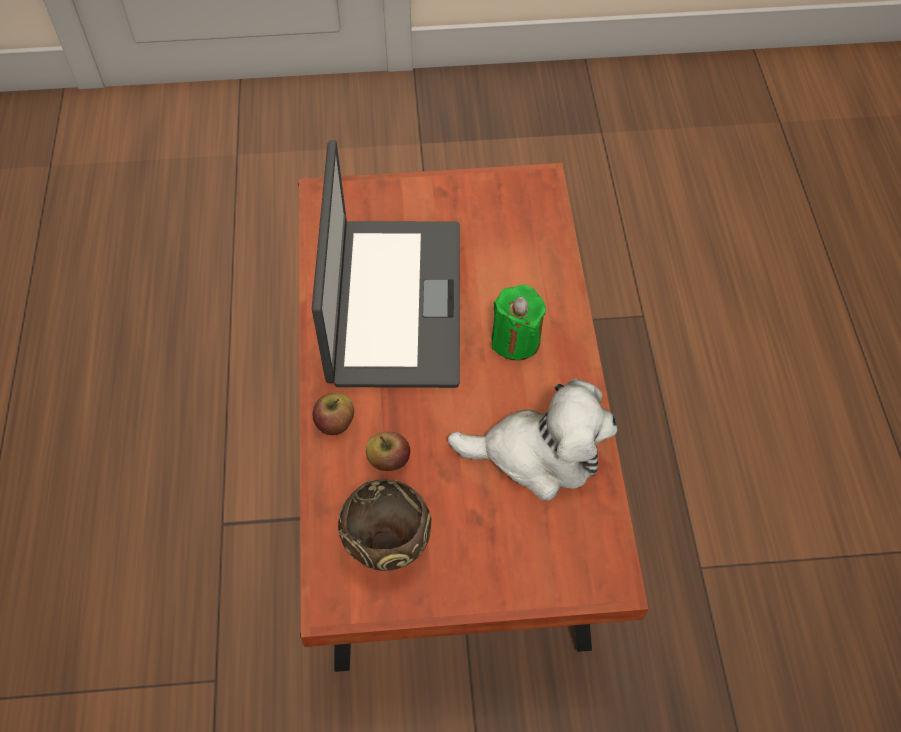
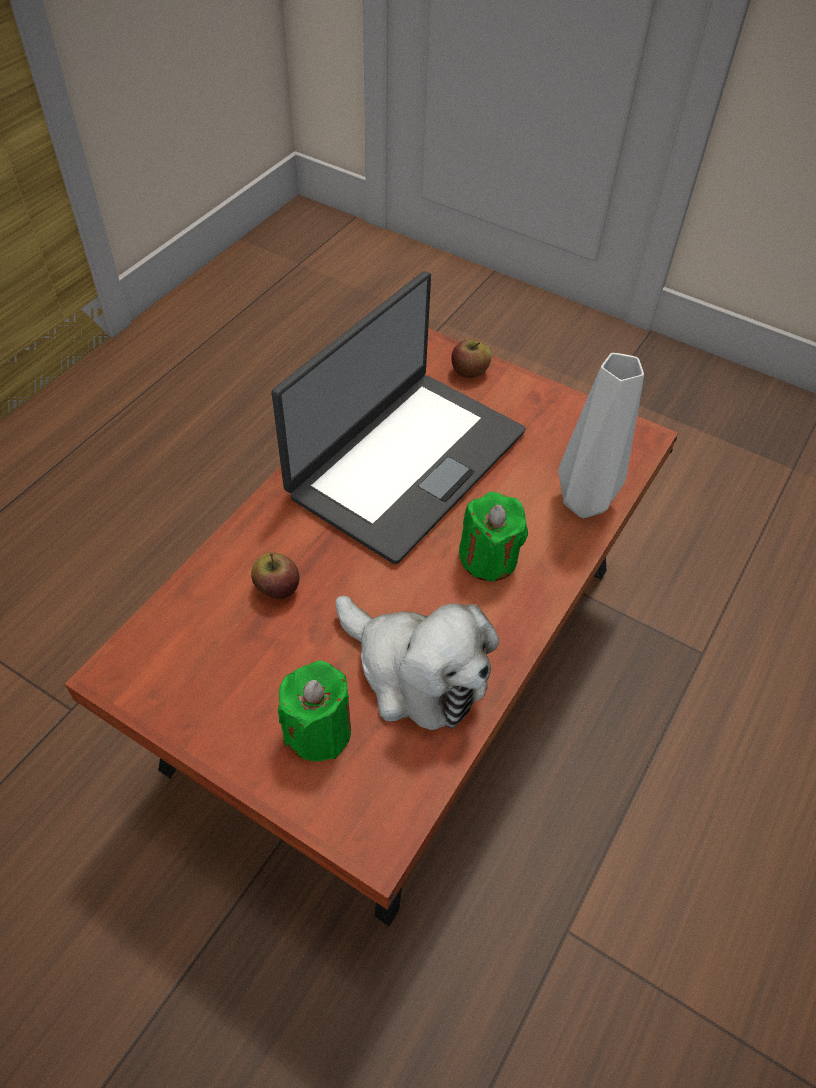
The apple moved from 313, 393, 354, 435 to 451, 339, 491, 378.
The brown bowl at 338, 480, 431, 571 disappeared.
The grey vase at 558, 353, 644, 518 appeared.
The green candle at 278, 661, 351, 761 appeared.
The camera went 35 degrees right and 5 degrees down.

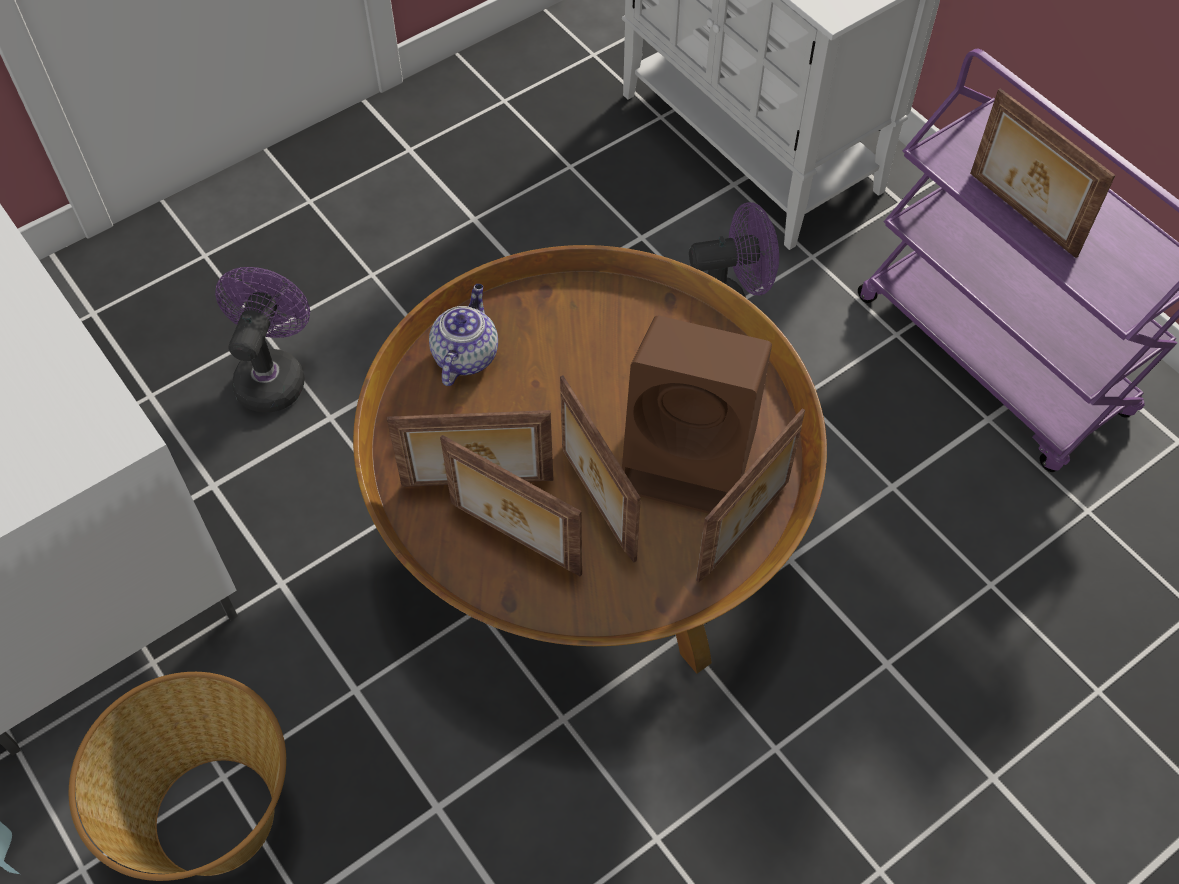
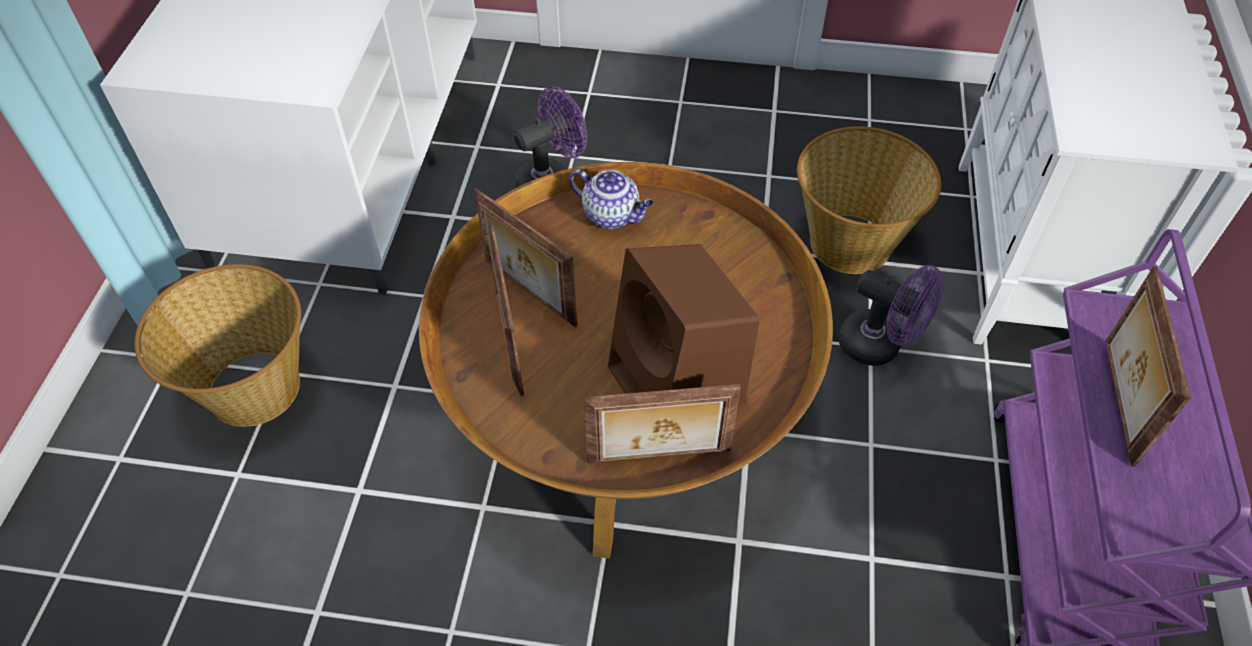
The teapot at 429, 284, 498, 386 turned 60 degrees clockwise.
The picture frame at 560, 375, 641, 562 disappeared.
The basket at 797, 126, 941, 274 appeared.
The camera went 45 degrees right and 5 degrees down.

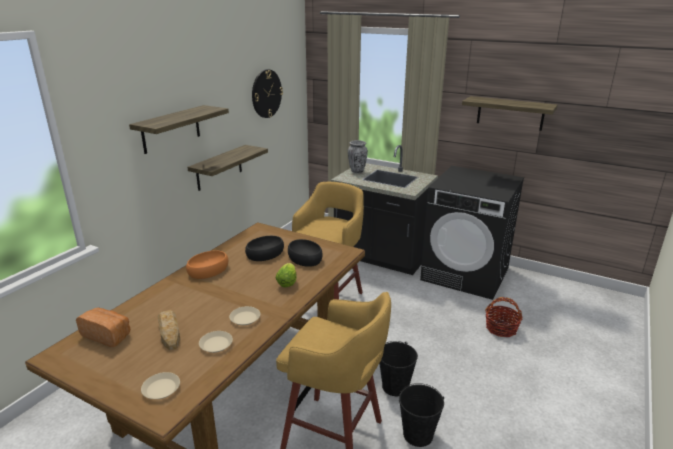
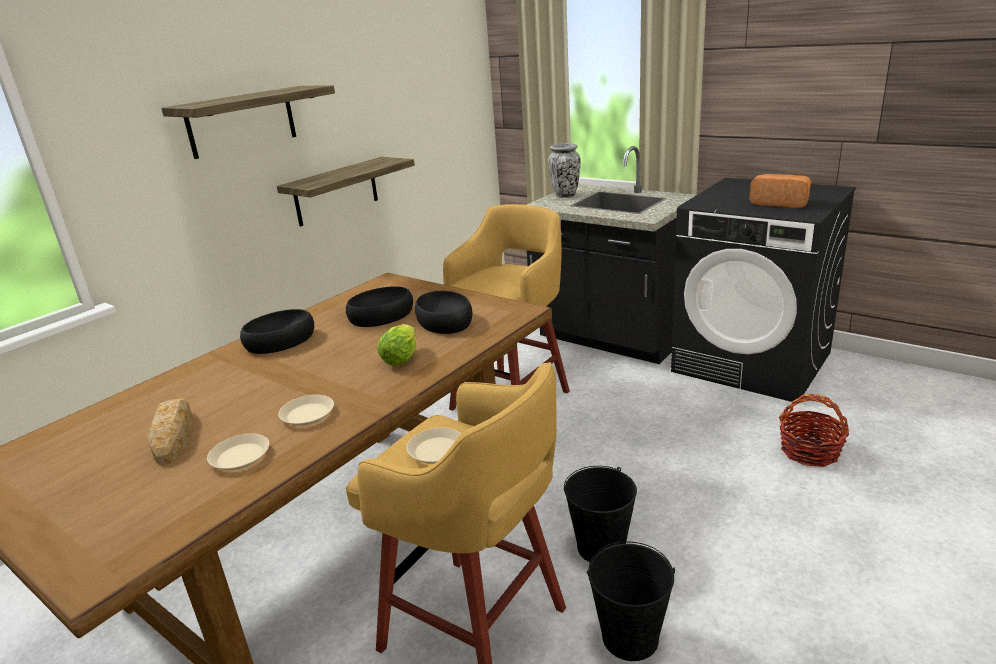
The wall clock at 252, 69, 283, 118 disappeared.
The shelf at 462, 96, 558, 131 disappeared.
The orange bowl at 186, 251, 228, 279 became the black bowl at 240, 309, 314, 354.
The bread moved from 76, 307, 131, 347 to 749, 174, 811, 208.
The beige plate moved from 141, 372, 180, 399 to 407, 428, 461, 464.
The camera went 10 degrees right and 0 degrees up.

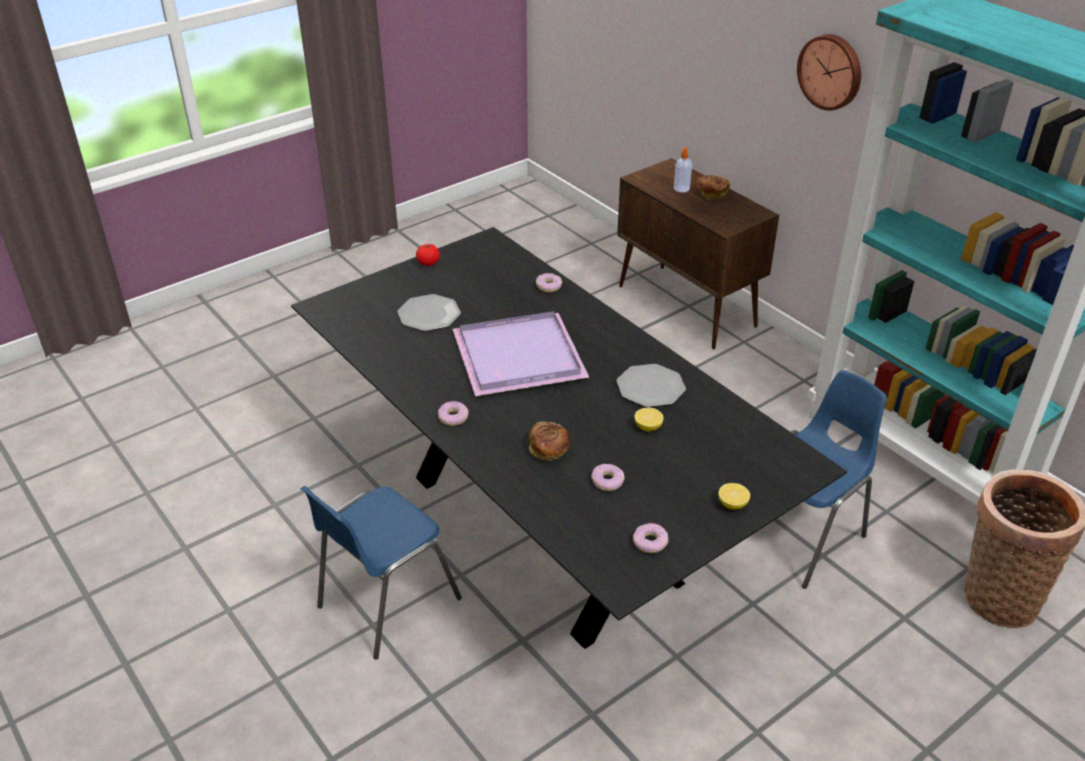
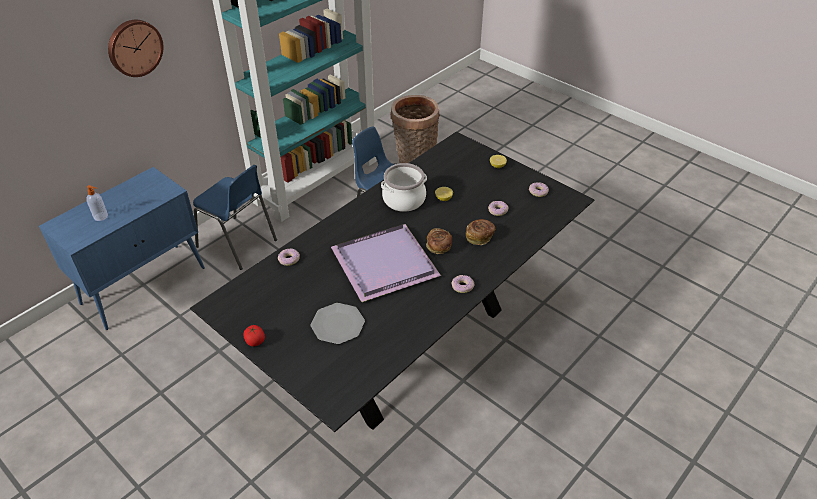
The brown cabinet at 617, 158, 779, 349 became the blue cabinet at 39, 167, 205, 330.
The bread moved from 696, 175, 730, 200 to 426, 228, 452, 254.
The plate at 617, 364, 686, 407 was replaced by the cooking pot at 381, 163, 427, 212.
The blue chair moved from 301, 486, 462, 659 to 193, 165, 277, 270.
The camera went 100 degrees left and 5 degrees up.

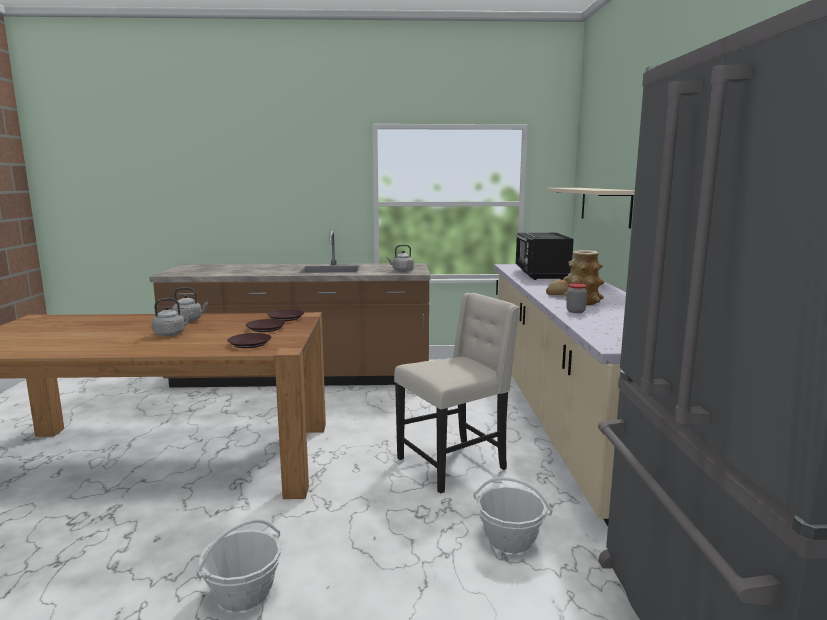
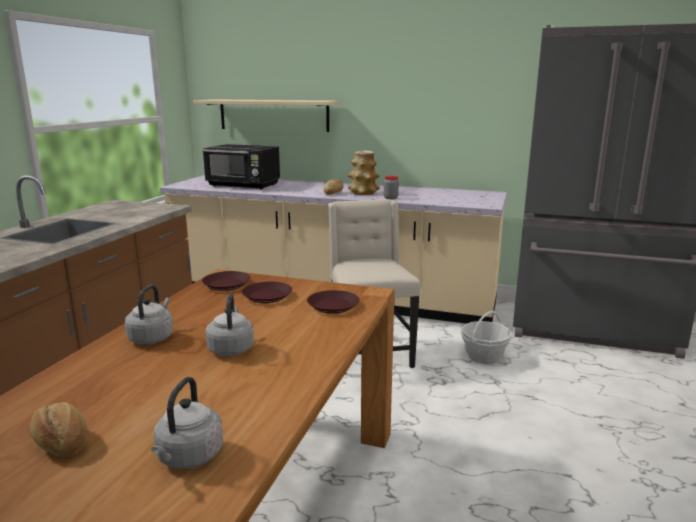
The grey kettle moved from 386, 245, 414, 272 to 151, 377, 223, 469.
The basket at 196, 519, 281, 611 disappeared.
The bread at 30, 402, 87, 457 appeared.
The camera went 70 degrees left and 5 degrees up.

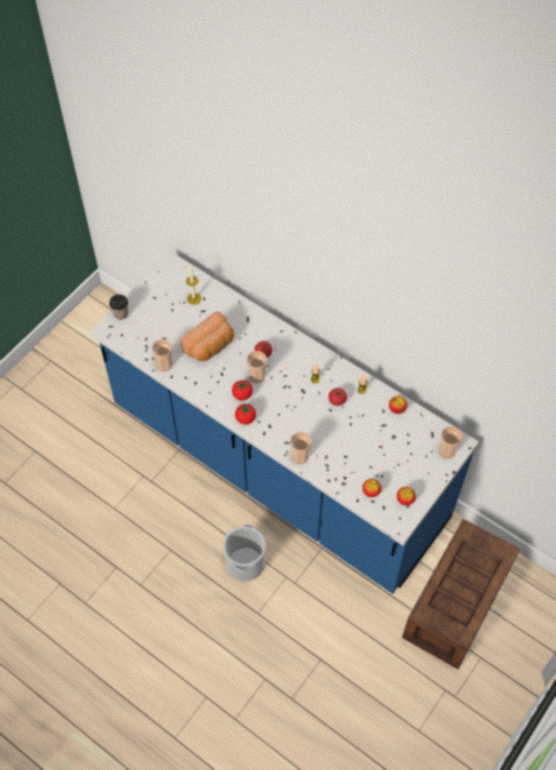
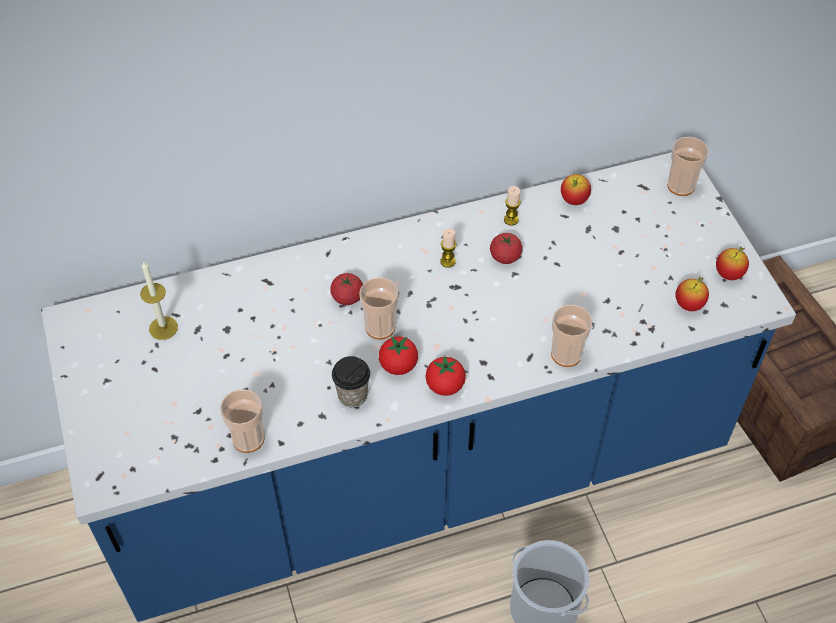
The cup moved from 109, 294, 128, 320 to 332, 356, 370, 407.
The bread at 181, 311, 234, 361 disappeared.
The camera went 55 degrees left and 5 degrees down.

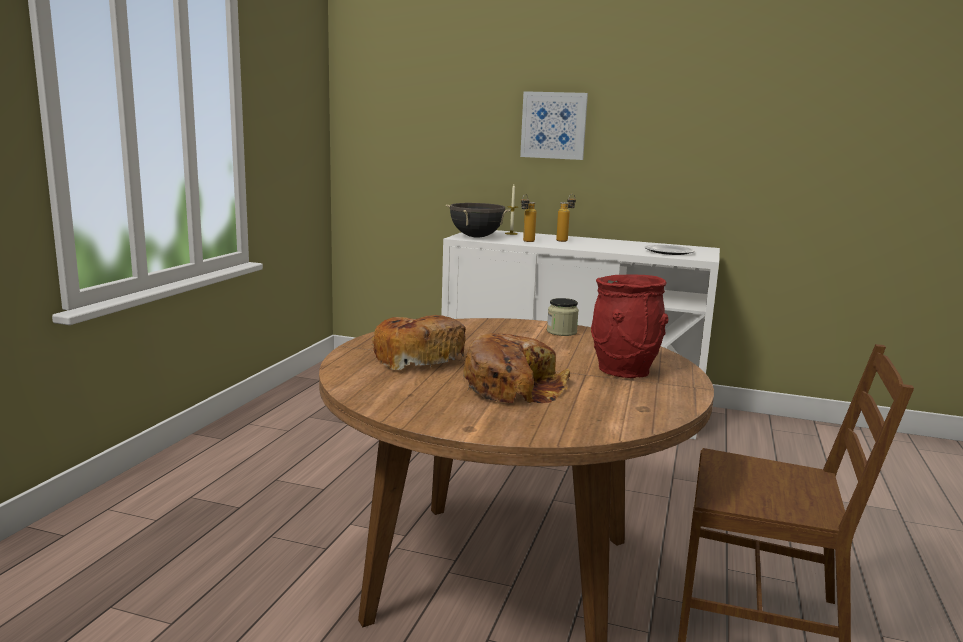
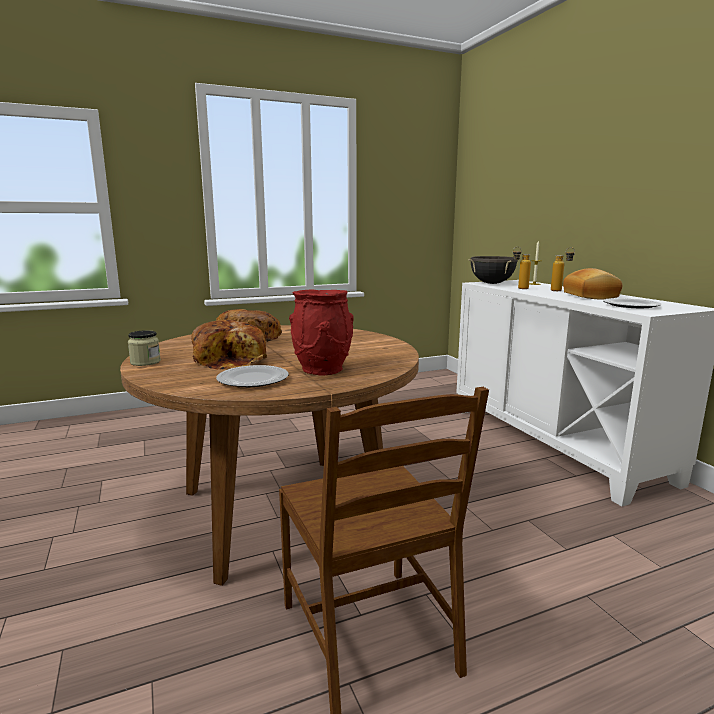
The picture at 520, 91, 588, 160 disappeared.
The jar moved from 547, 298, 579, 336 to 128, 330, 161, 366.
The bread at 563, 268, 622, 300 appeared.
The plate at 216, 365, 289, 387 appeared.
The camera went 50 degrees right and 0 degrees up.

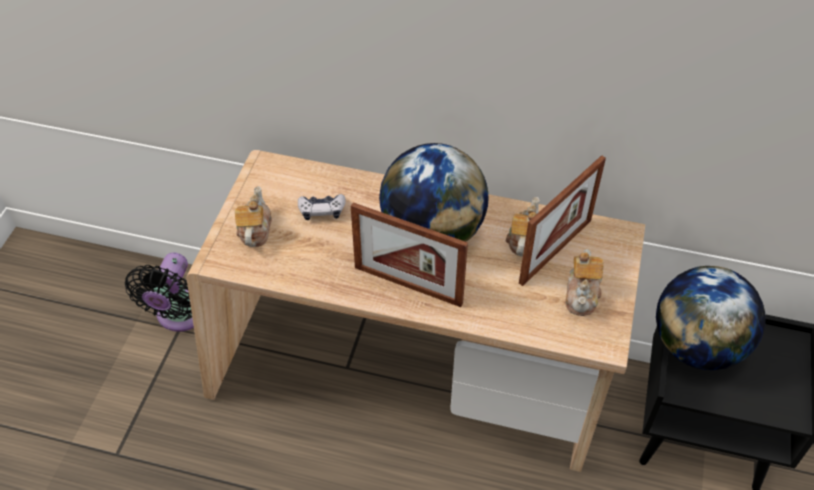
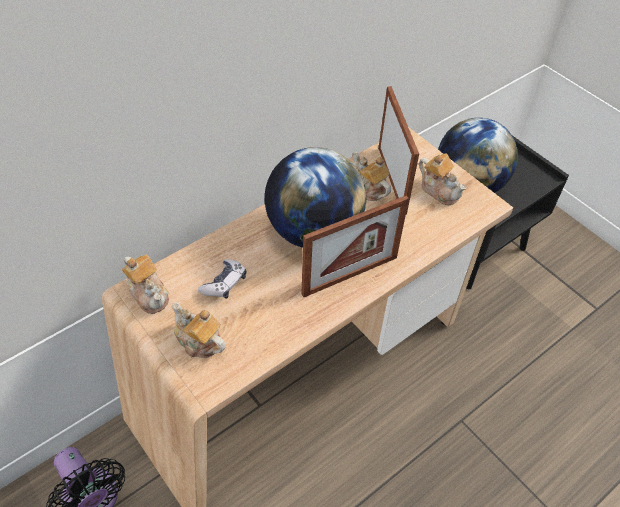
The teapot at 122, 255, 169, 314 appeared.
The camera went 55 degrees left and 0 degrees up.

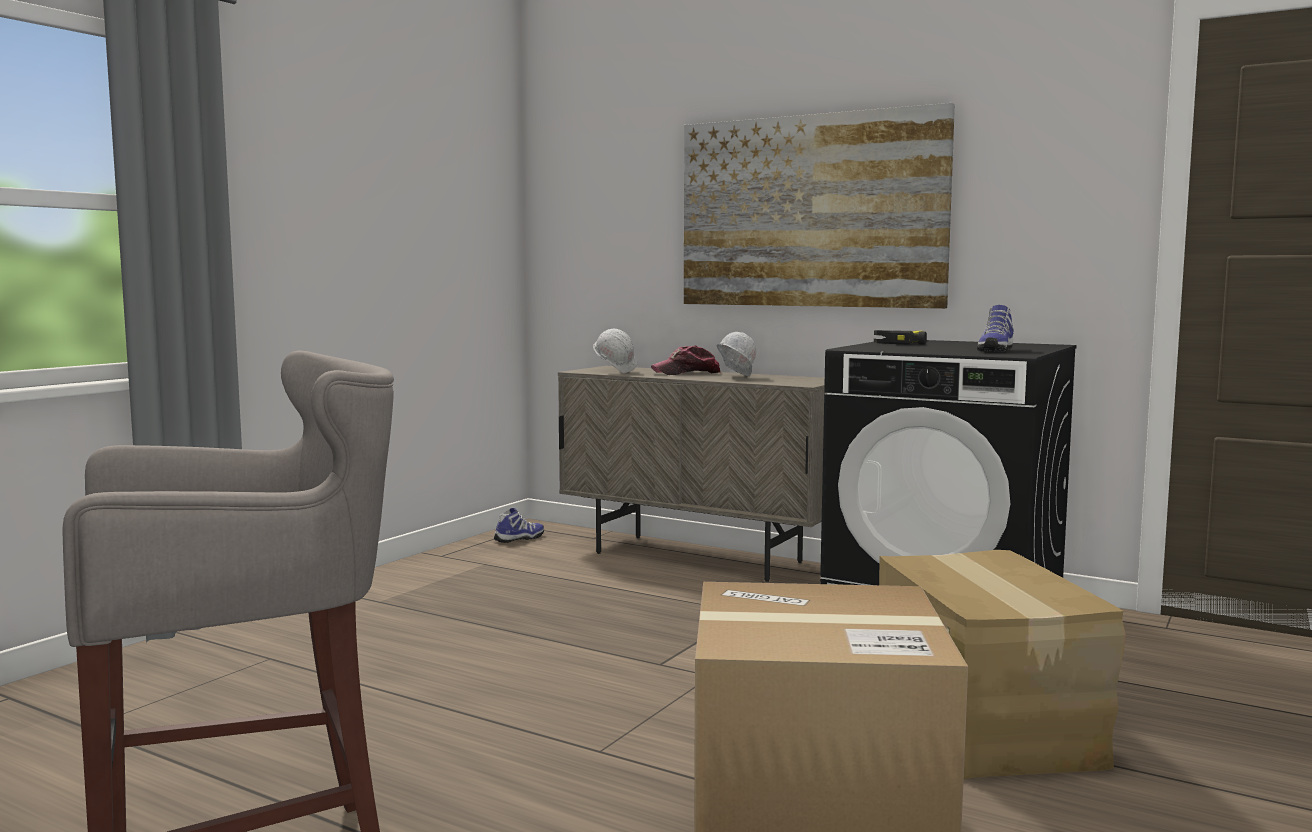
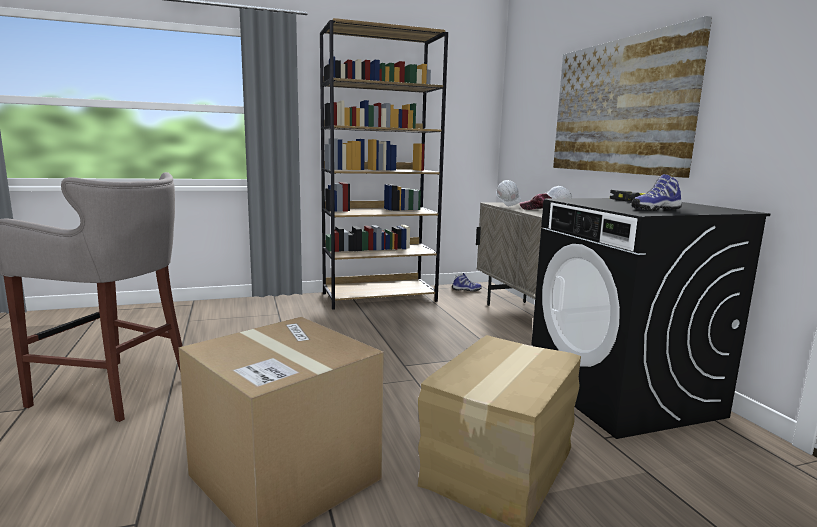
The brown bookcase at 320, 18, 448, 310 appeared.
The camera went 40 degrees right and 5 degrees up.

